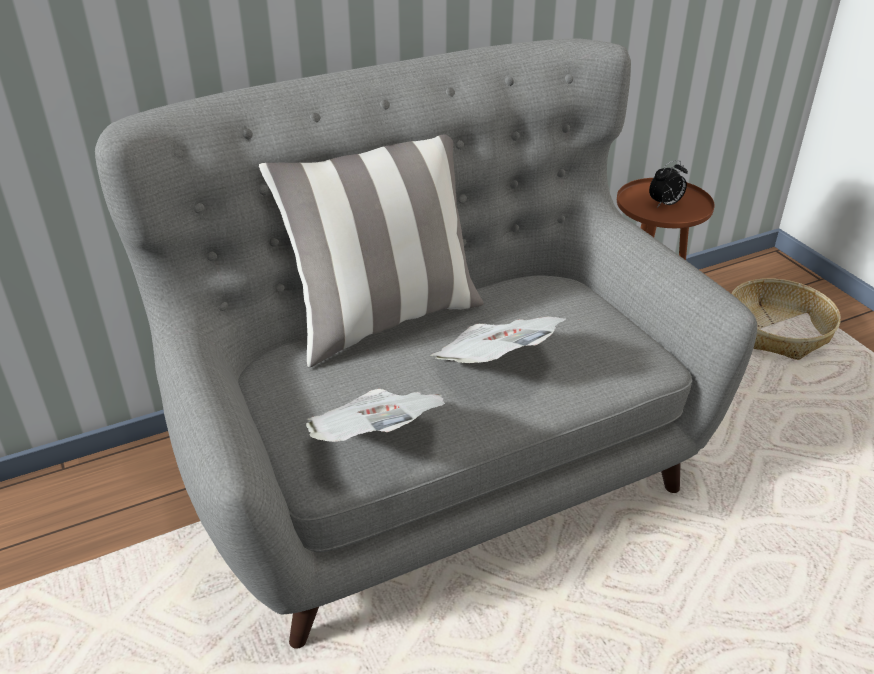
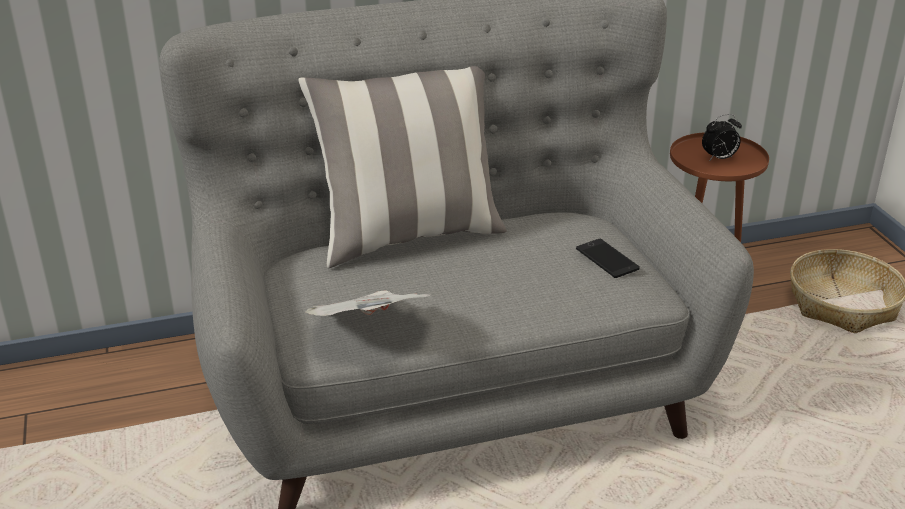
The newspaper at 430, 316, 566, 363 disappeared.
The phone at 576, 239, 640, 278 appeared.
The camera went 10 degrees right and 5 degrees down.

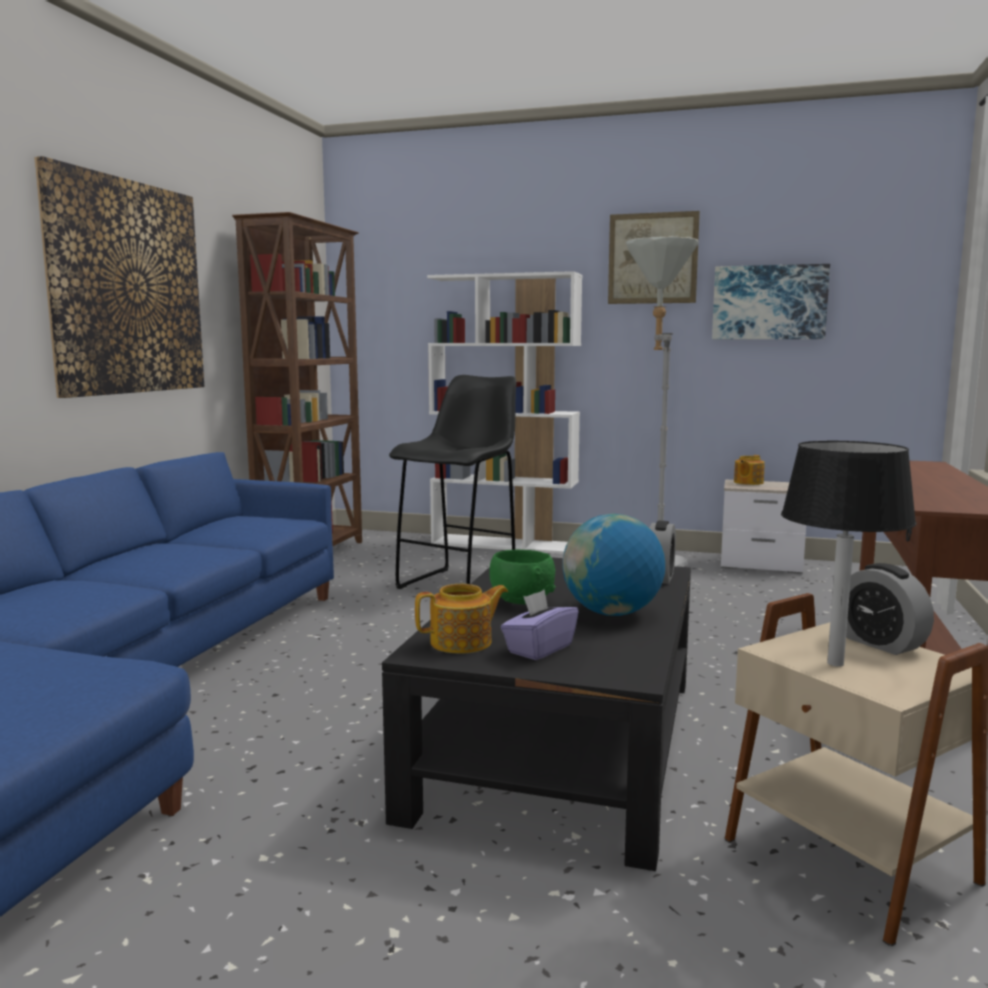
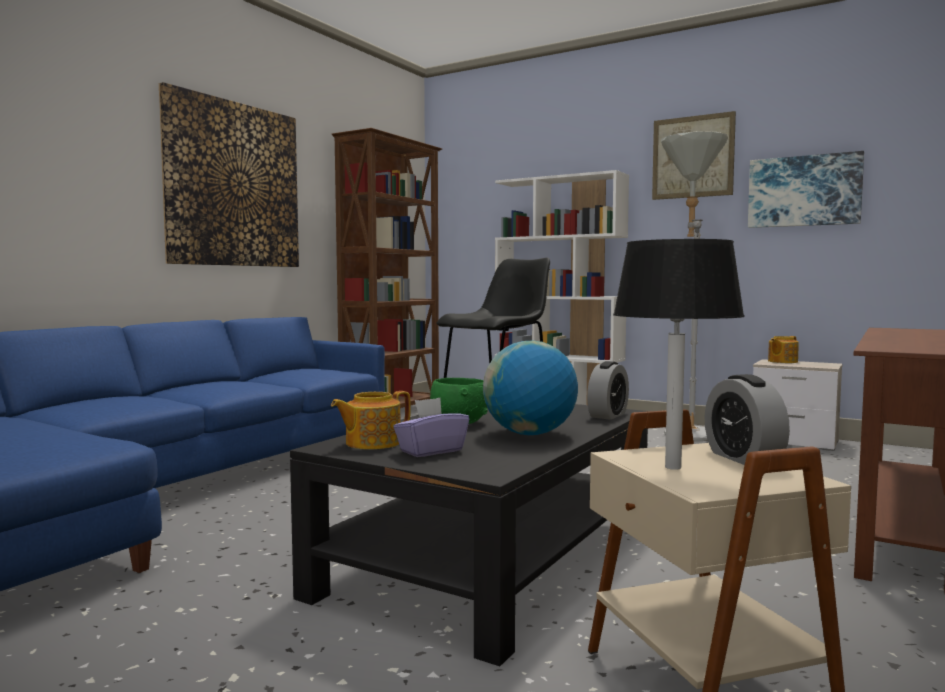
The teapot at 415, 584, 508, 654 turned 150 degrees clockwise.
The camera went 15 degrees right and 5 degrees down.

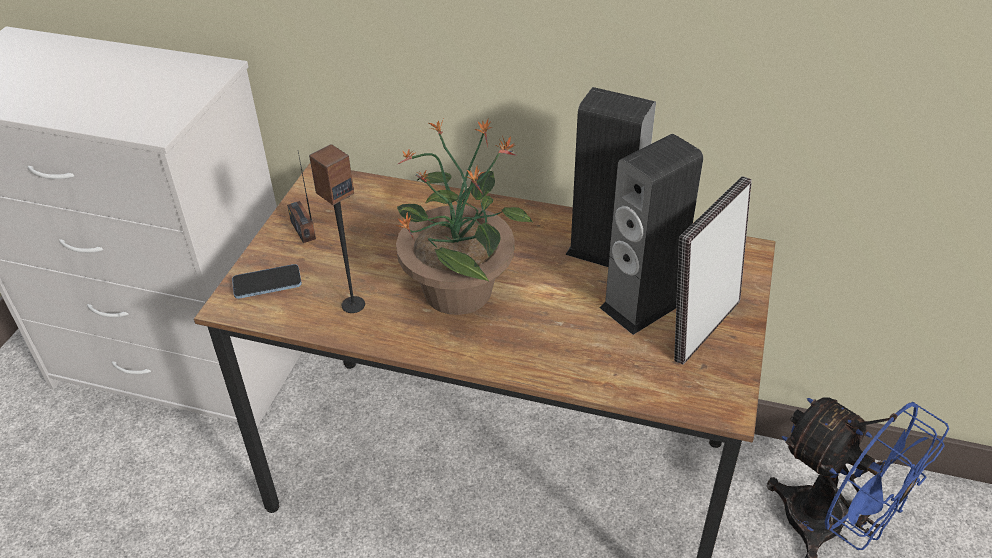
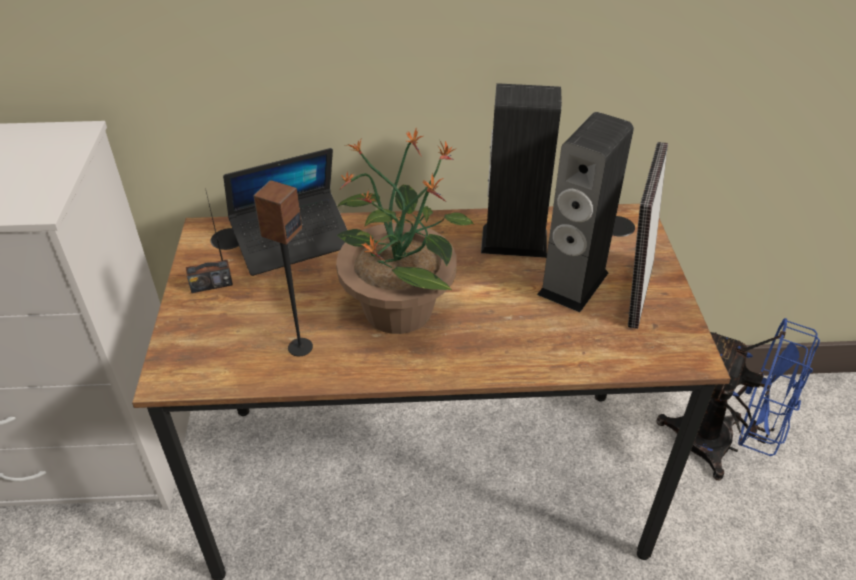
The radio at 287, 152, 316, 243 turned 60 degrees counterclockwise.
The phone at 232, 264, 302, 299 disappeared.
The laptop at 223, 148, 347, 276 appeared.
The camera went 20 degrees left and 0 degrees up.

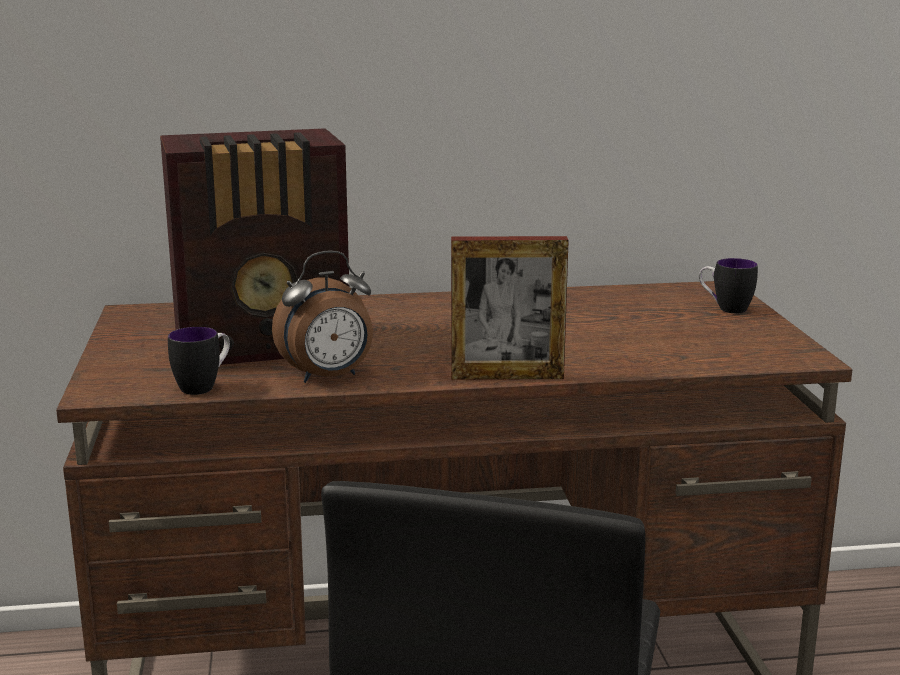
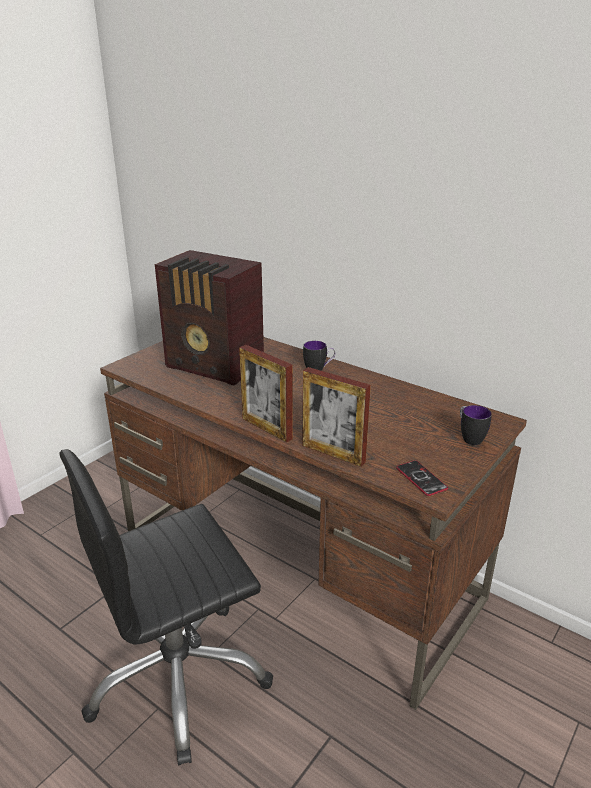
The alarm clock at 272, 251, 373, 383 disappeared.
The mug moved from 168, 327, 230, 395 to 303, 341, 336, 371.
The picture frame at 303, 367, 371, 467 appeared.
The phone at 396, 460, 448, 496 appeared.
The camera went 45 degrees right and 10 degrees up.

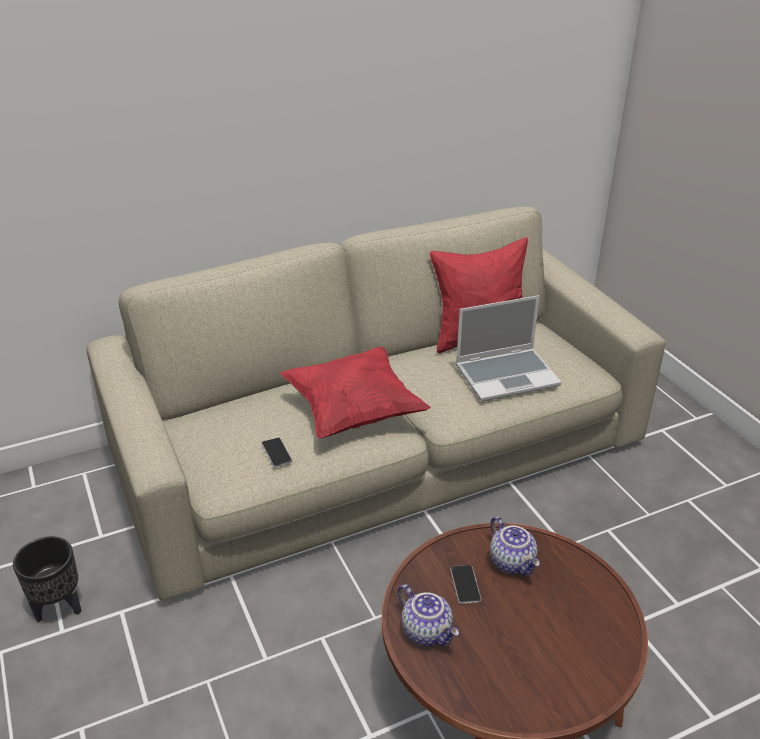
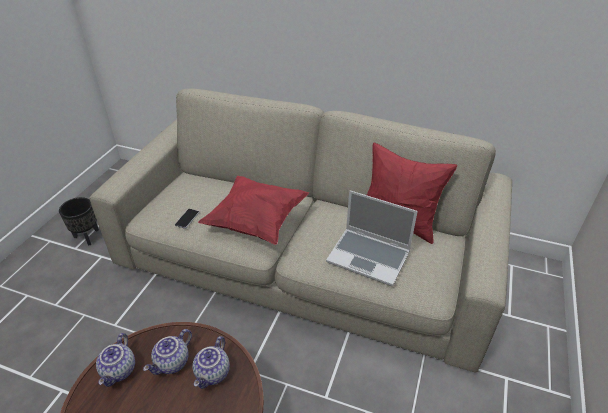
The phone at 450, 565, 481, 604 was replaced by the teapot at 143, 329, 192, 375.
The camera went 45 degrees right and 5 degrees up.

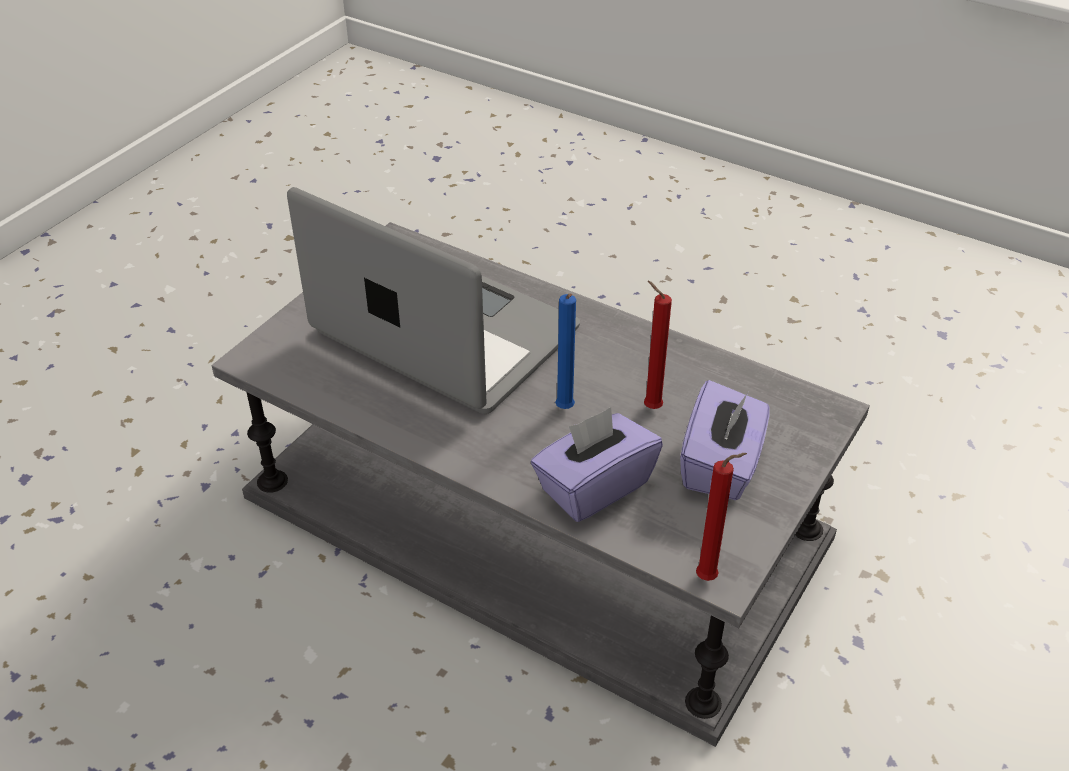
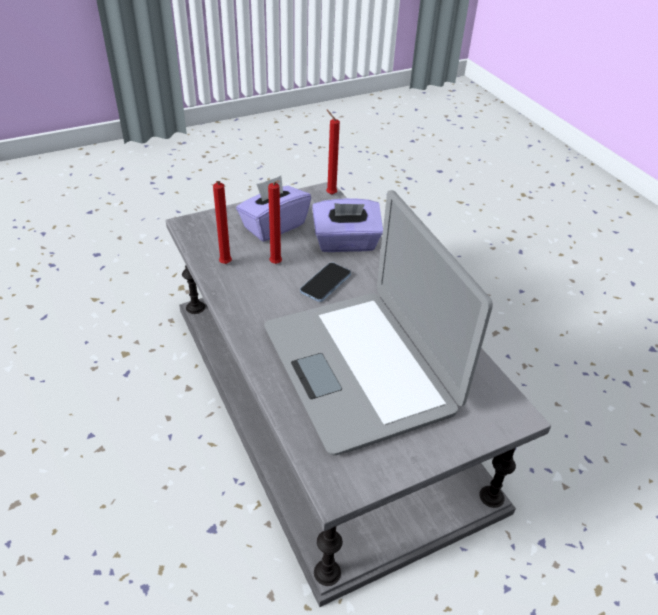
The blue candle at 555, 294, 576, 409 was replaced by the phone at 300, 262, 351, 302.
The red candle at 213, 181, 232, 264 appeared.
The camera went 150 degrees left and 0 degrees up.

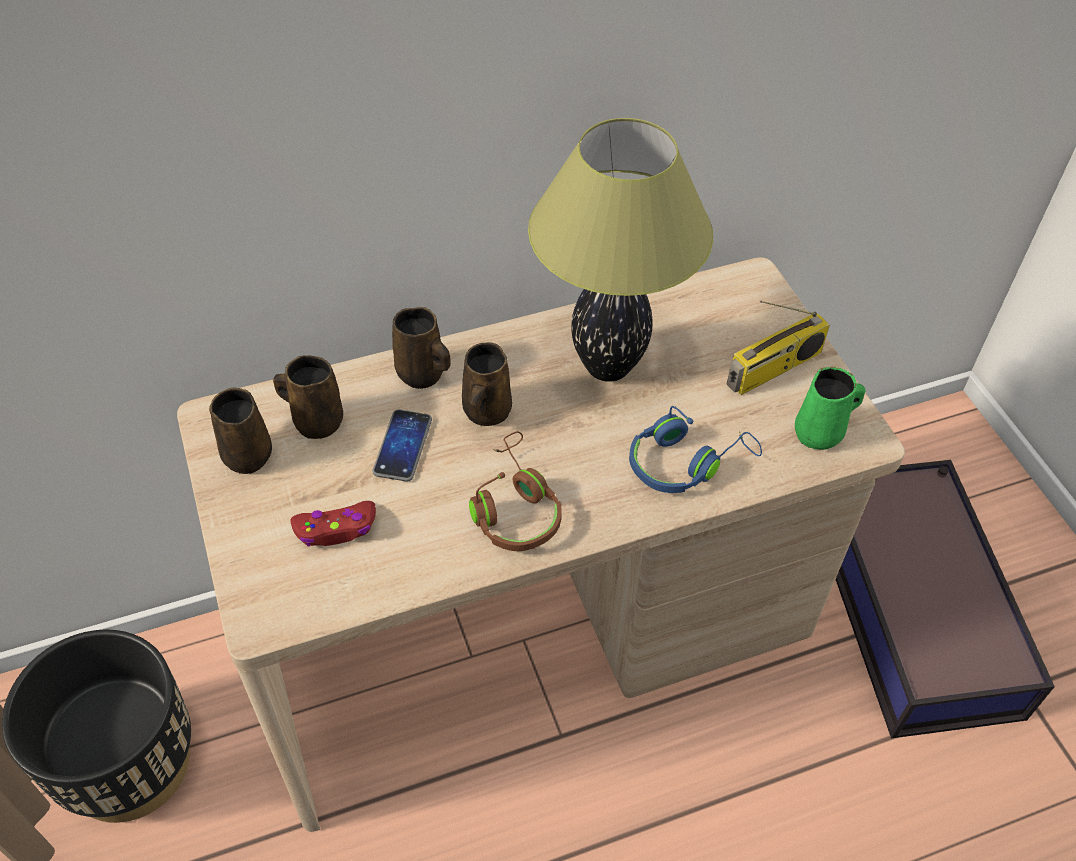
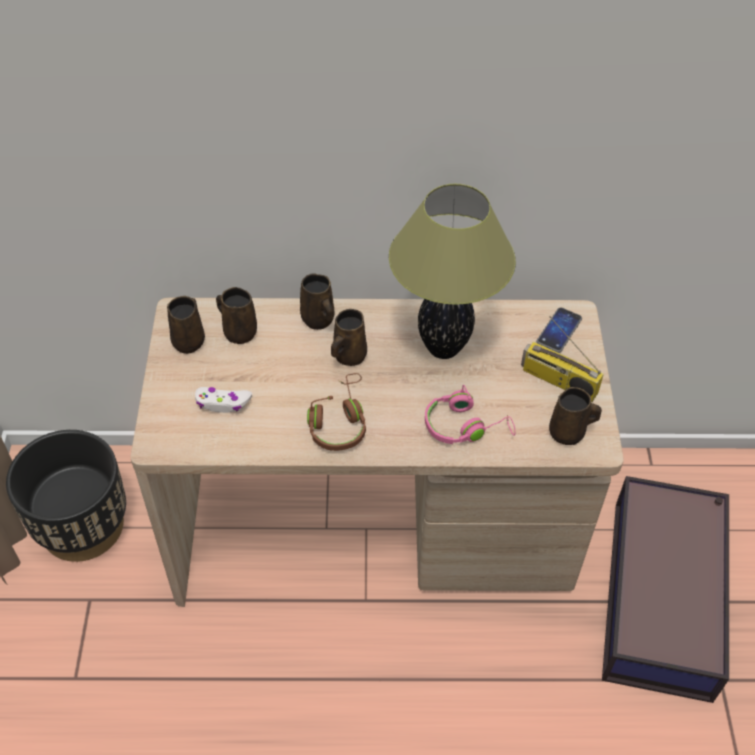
The radio at 727, 301, 830, 395 turned 45 degrees clockwise.
The green mug at 795, 367, 865, 450 became the brown mug at 549, 387, 602, 445.
The blue headphones at 629, 406, 762, 493 became the pink headphones at 425, 385, 515, 444.
The phone moved from 372, 410, 432, 482 to 537, 307, 582, 353.
The red game controller at 290, 501, 376, 547 became the white game controller at 195, 387, 252, 413.
The camera went 20 degrees right and 0 degrees up.

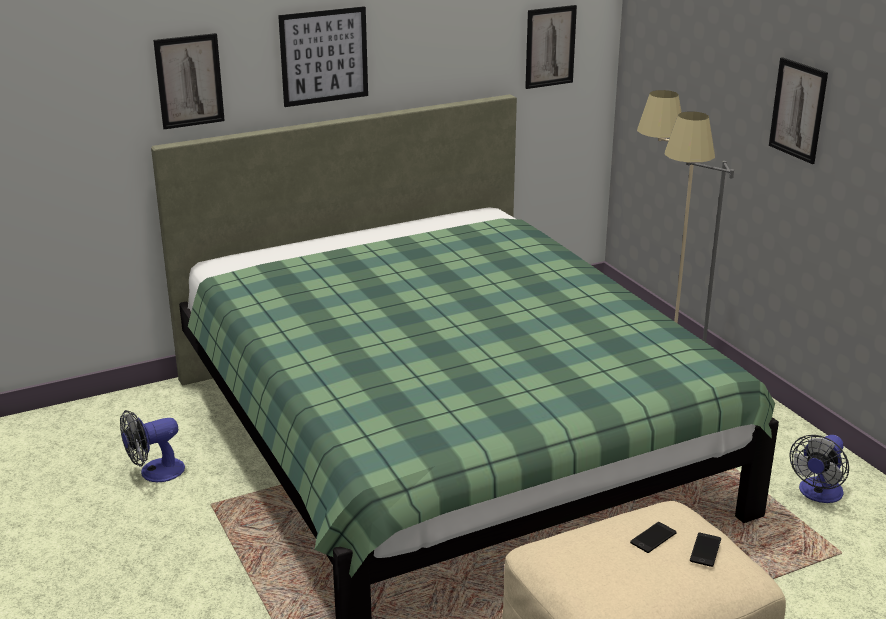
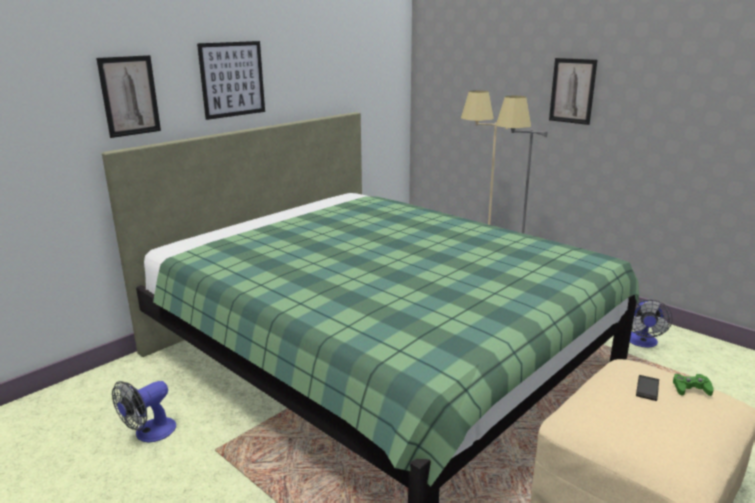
The picture at 525, 5, 577, 89 disappeared.
The phone at 690, 533, 721, 567 was replaced by the green game controller at 673, 374, 714, 396.
The camera went 20 degrees left and 5 degrees down.

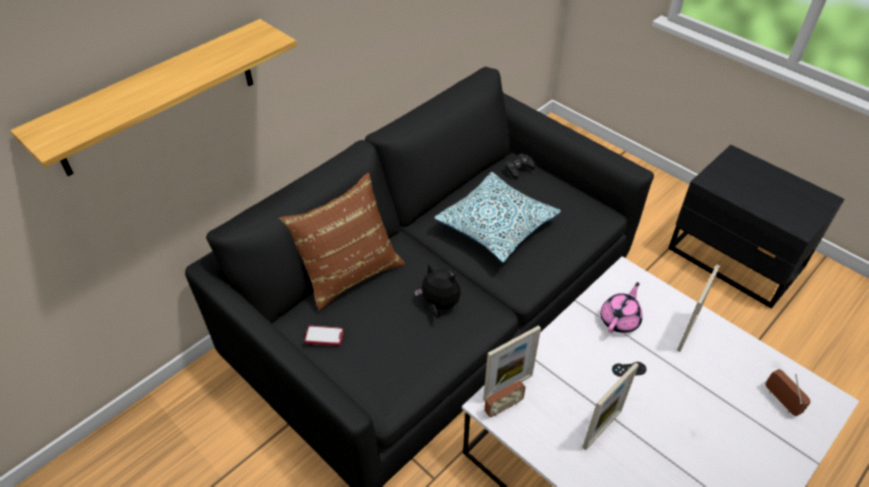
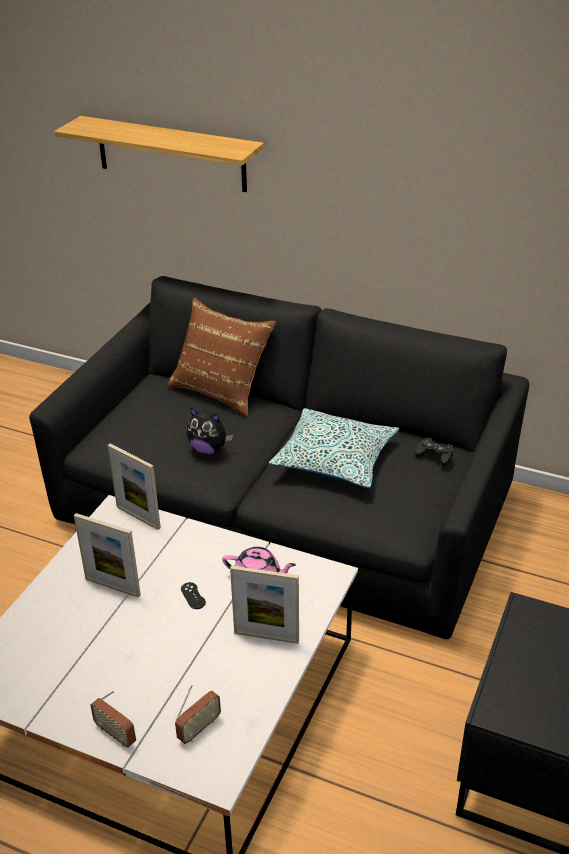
The plush toy at 414, 263, 461, 318 turned 105 degrees clockwise.
The phone at 305, 326, 344, 346 disappeared.
The radio moved from 484, 375, 526, 417 to 90, 691, 136, 748.
The camera went 70 degrees right and 10 degrees down.

